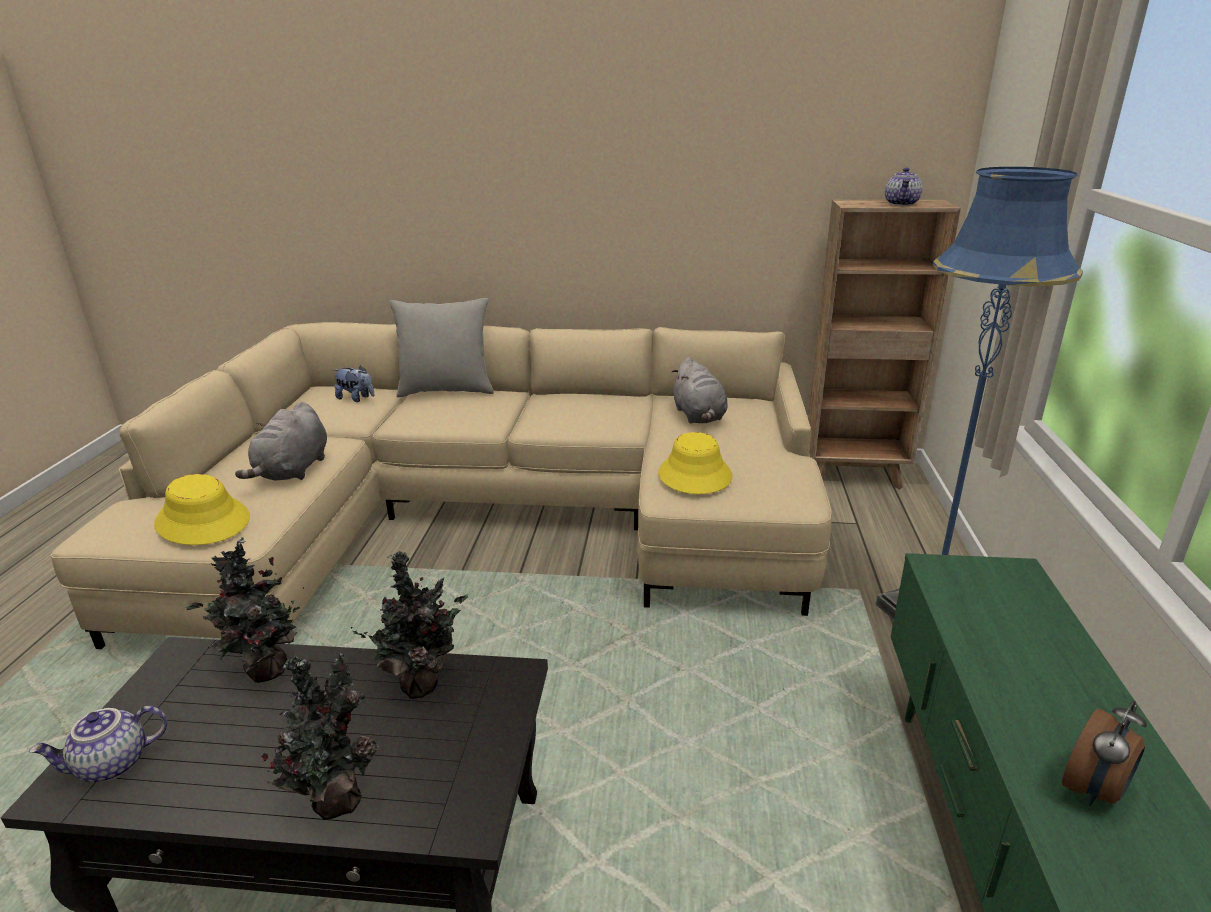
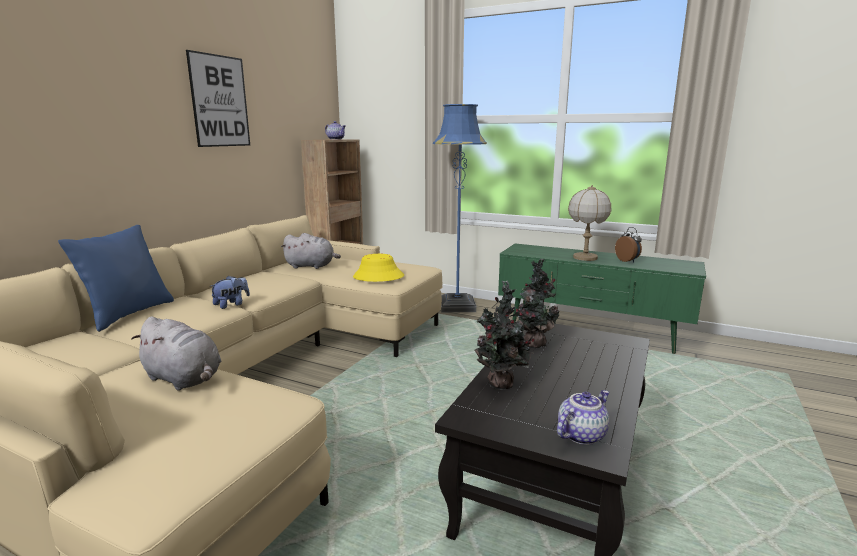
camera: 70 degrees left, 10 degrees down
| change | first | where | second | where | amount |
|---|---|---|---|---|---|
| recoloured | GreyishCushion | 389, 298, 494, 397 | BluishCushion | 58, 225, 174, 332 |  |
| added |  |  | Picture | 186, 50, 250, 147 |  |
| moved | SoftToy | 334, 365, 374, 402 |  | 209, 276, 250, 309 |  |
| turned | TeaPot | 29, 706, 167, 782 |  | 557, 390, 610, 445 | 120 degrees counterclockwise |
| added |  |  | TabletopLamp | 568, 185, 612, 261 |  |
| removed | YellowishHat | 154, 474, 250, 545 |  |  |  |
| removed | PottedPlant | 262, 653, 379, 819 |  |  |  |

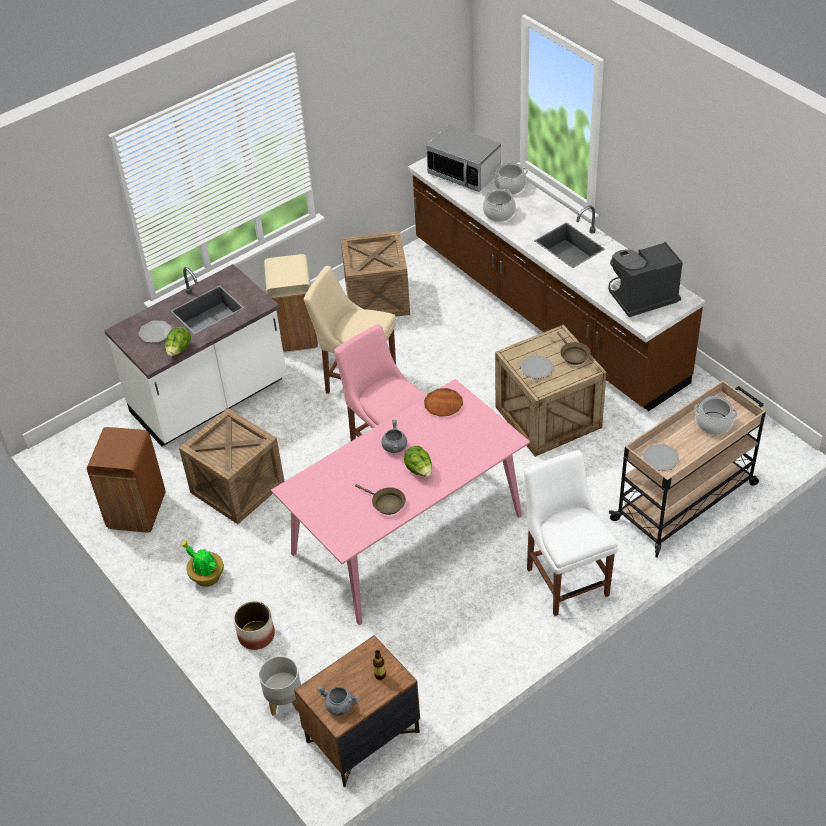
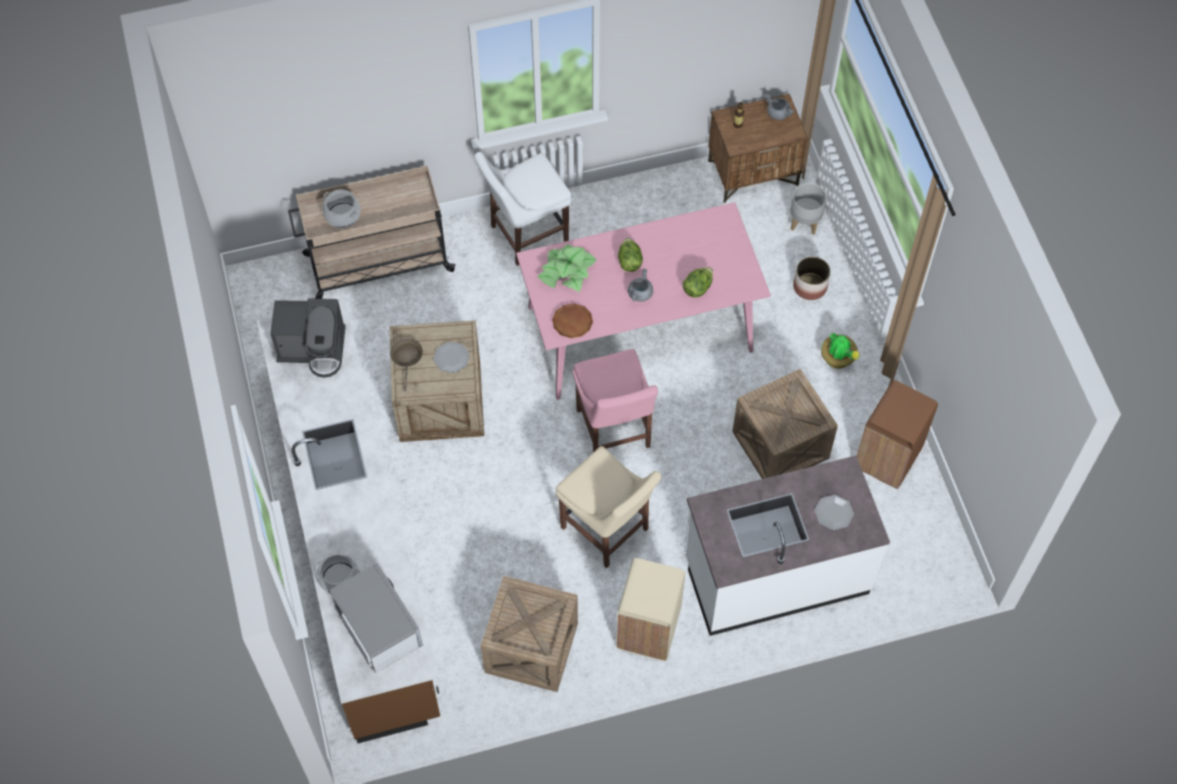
camera: 160 degrees left, 15 degrees up
| change | first | where | second | where | amount |
|---|---|---|---|---|---|
| turned | WhitishUprightChair | 524, 450, 618, 616 |  | 475, 152, 572, 266 | 60 degrees clockwise |
| added |  |  | PottedPlant | 537, 244, 596, 292 |  |
| moved | Lettuce | 165, 327, 191, 357 |  | 683, 267, 713, 298 |  |
| removed | BrownSkillet | 355, 484, 406, 515 |  |  |  |
| removed | Saucepot | 483, 189, 516, 222 |  |  |  |
| removed | DinnerPlate | 642, 444, 680, 471 |  |  |  |

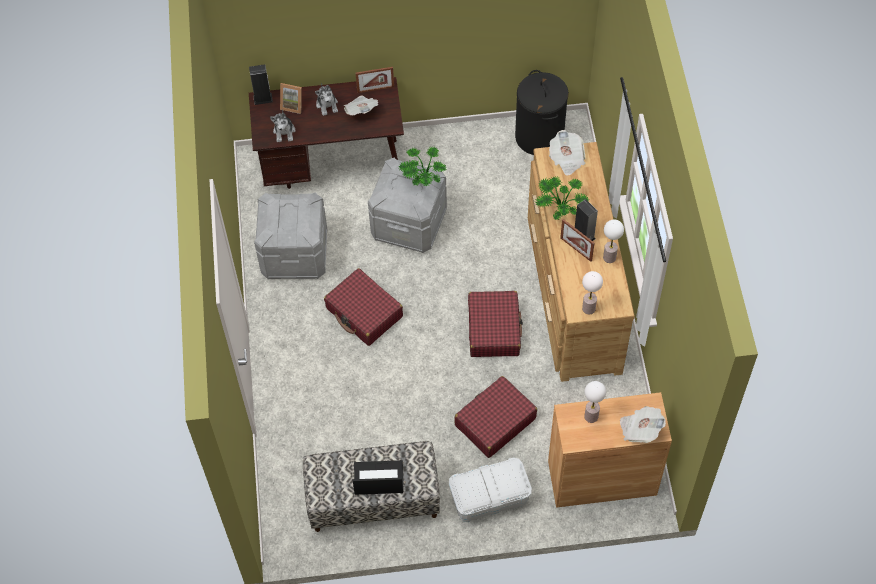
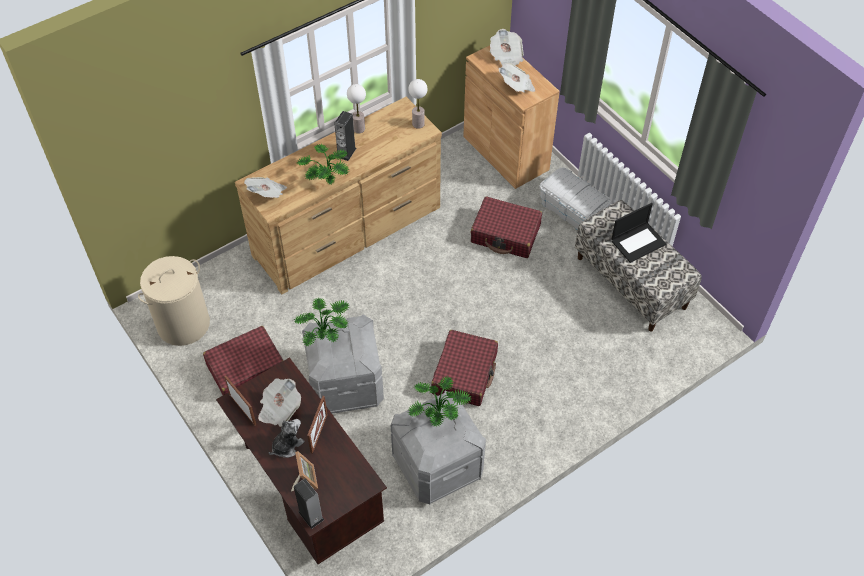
camera: 120 degrees left, 5 degrees down
| change | first | where | second | where | amount |
|---|---|---|---|---|---|
| recoloured | BlackHamper | 515, 70, 569, 155 | BeigeColouredHamper | 138, 256, 210, 346 |  |
| moved | RedColouredTravelCase | 468, 291, 523, 357 |  | 203, 326, 283, 395 |  |
| moved | PhotoFrame | 560, 219, 594, 262 |  | 307, 396, 328, 454 |  |
| added |  |  | PottedPlant | 408, 376, 471, 427 |  |
| replaced | TabletopLamp | 584, 381, 606, 423 | DailyPaper | 499, 63, 536, 93 |  |
| turned | NotebookComputer | 353, 460, 404, 495 |  | 611, 203, 666, 263 | 90 degrees counterclockwise |
| removed | SoftToy | 270, 109, 296, 142 |  |  |  |

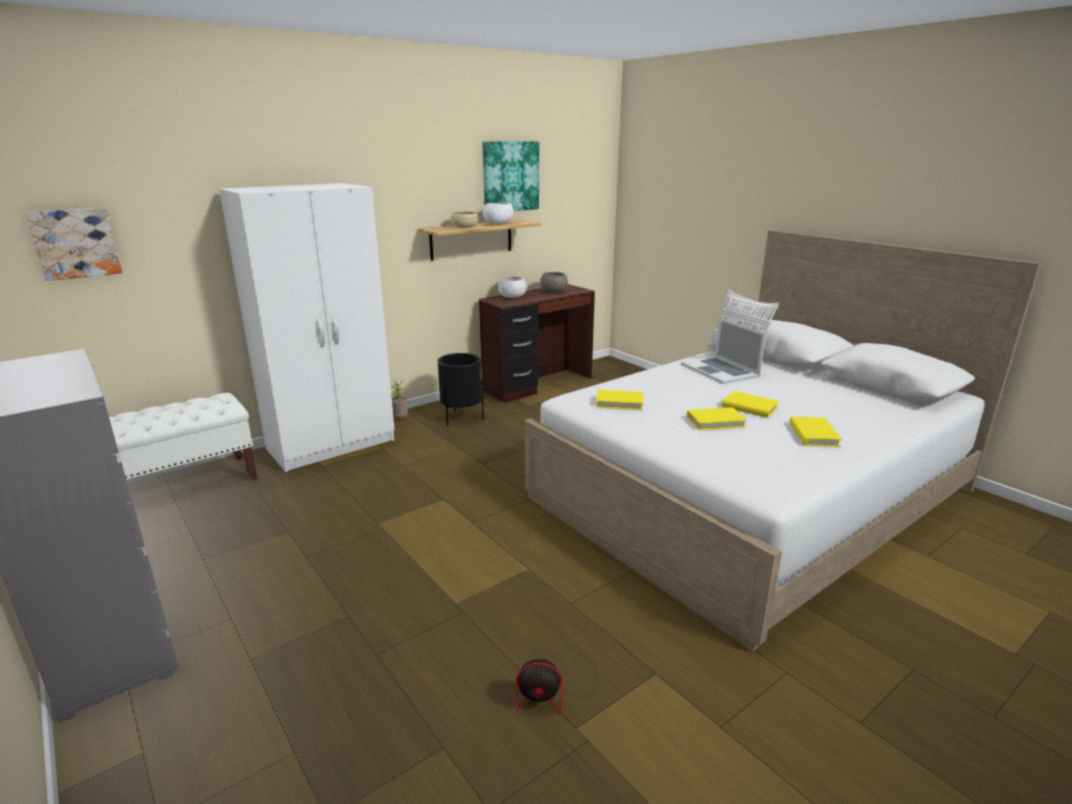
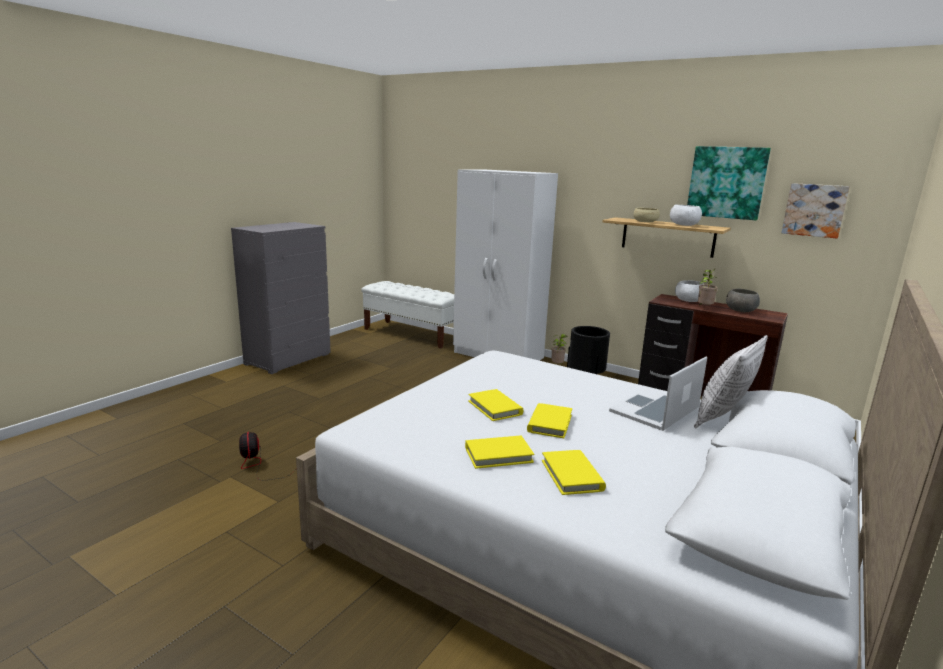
camera: 70 degrees right, 5 degrees down
| change | first | where | second | where | amount |
|---|---|---|---|---|---|
| moved | YellowishVolume | 596, 390, 643, 410 |  | 542, 450, 606, 495 |  |
| added |  |  | PottedPlant | 698, 268, 718, 305 |  |
| moved | Picture | 26, 208, 122, 281 |  | 781, 183, 850, 238 |  |

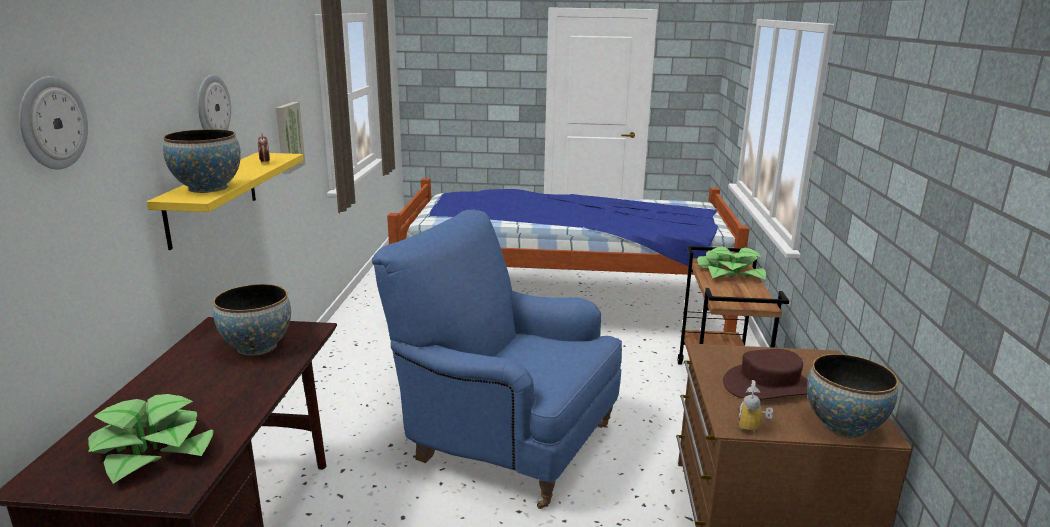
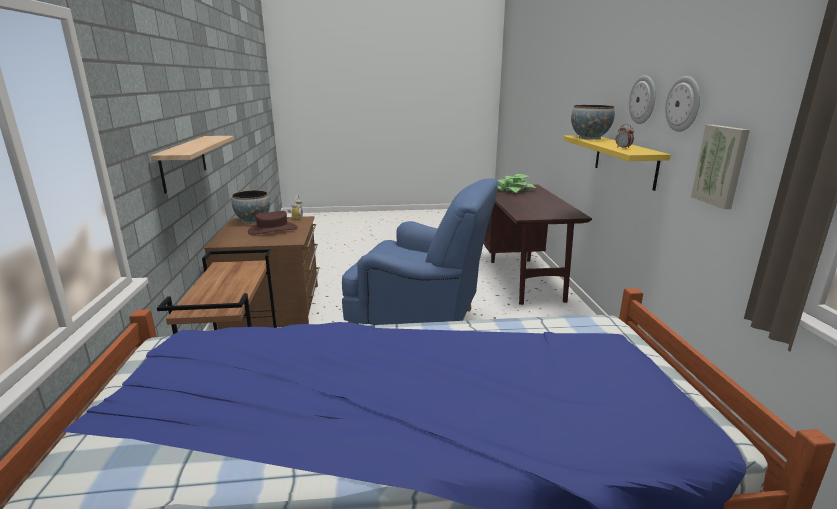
camera: 170 degrees right, 0 degrees up
| change | first | where | second | where | amount |
|---|---|---|---|---|---|
| added |  |  | Shelf | 151, 136, 234, 193 |  |
| moved | HangingClock | 19, 76, 88, 170 |  | 665, 76, 700, 132 |  |
| removed | DeepDish | 213, 284, 291, 356 |  |  |  |
| removed | PottedPlant | 697, 247, 766, 279 |  |  |  |

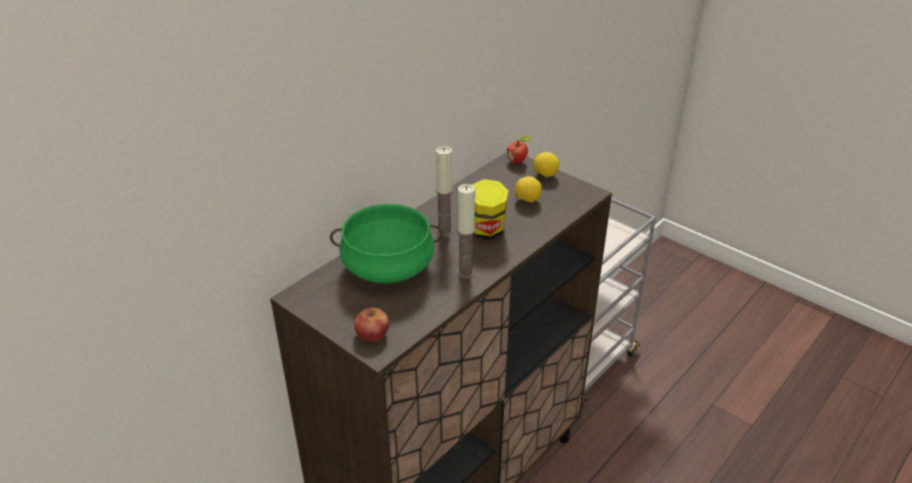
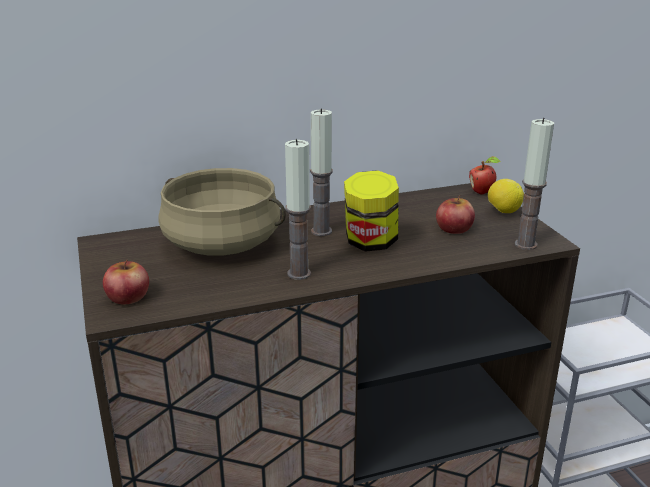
camera: 30 degrees right, 10 degrees down
| change | first | where | second | where | amount |
|---|---|---|---|---|---|
| recoloured | GreenColouredSaucepot | 330, 204, 443, 283 | BeigeColouredSaucepot | 158, 168, 286, 256 |  |
| replaced | CitrusFruit | 515, 176, 542, 202 | AppleFruit | 436, 195, 475, 234 |  |
| added |  |  | WaxCandle | 515, 118, 554, 250 |  |

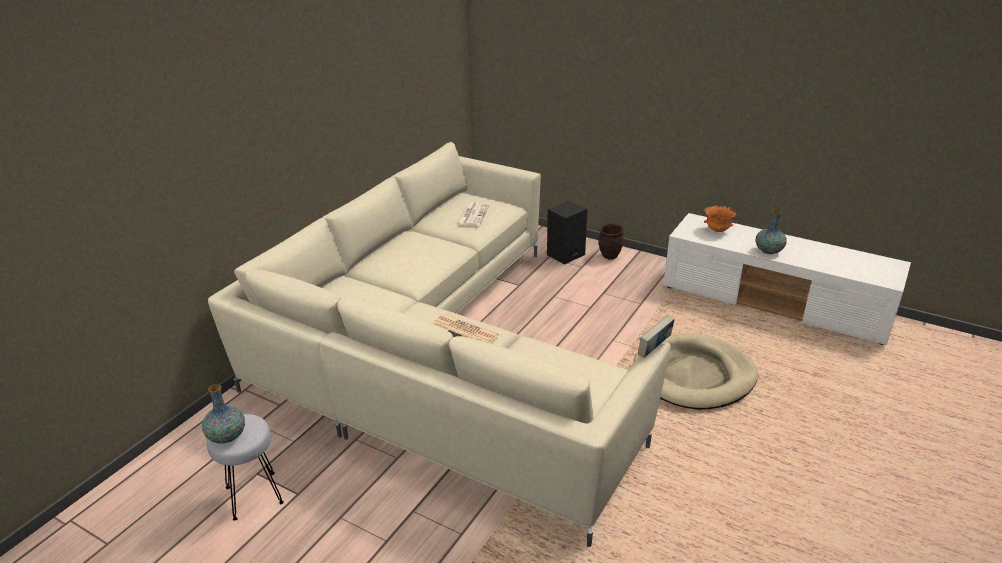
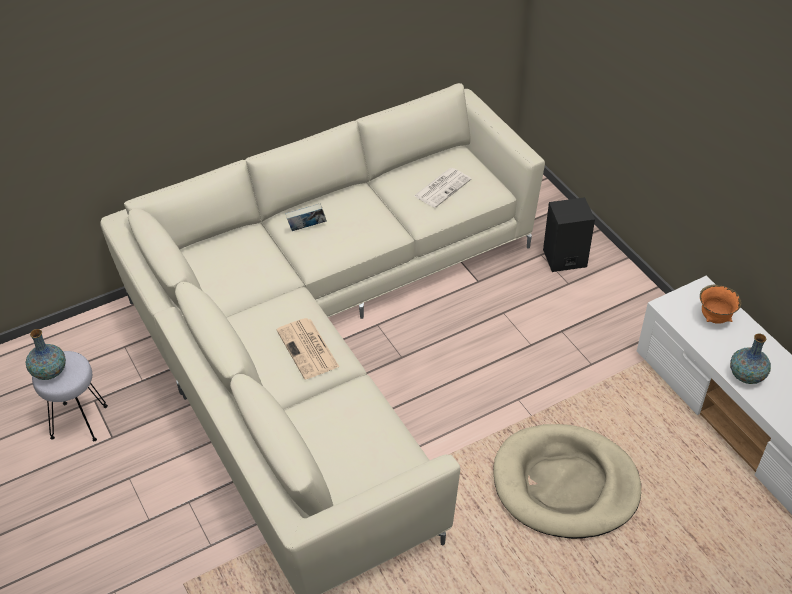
camera: 30 degrees right, 15 degrees up
| change | first | where | second | where | amount |
|---|---|---|---|---|---|
| moved | Volume | 638, 315, 675, 358 |  | 286, 204, 327, 231 |  |
| removed | BrownPlanter | 599, 223, 624, 260 |  |  |  |

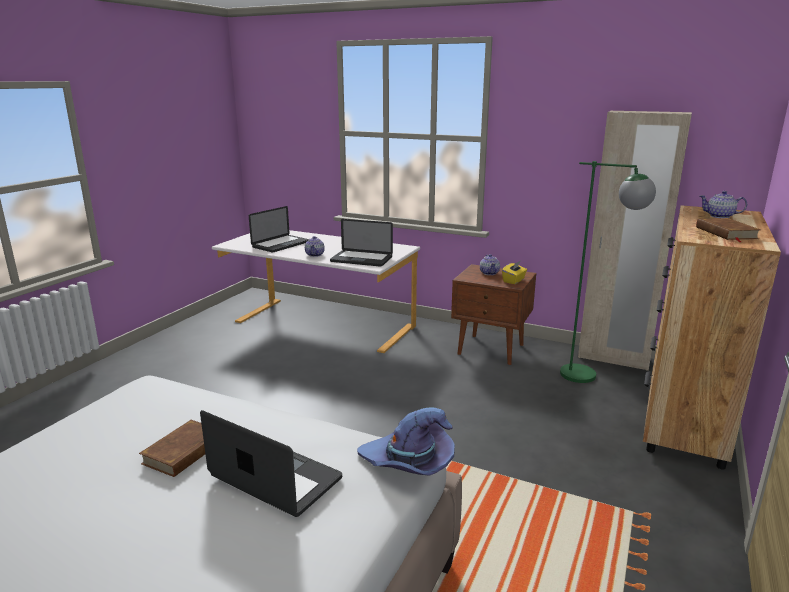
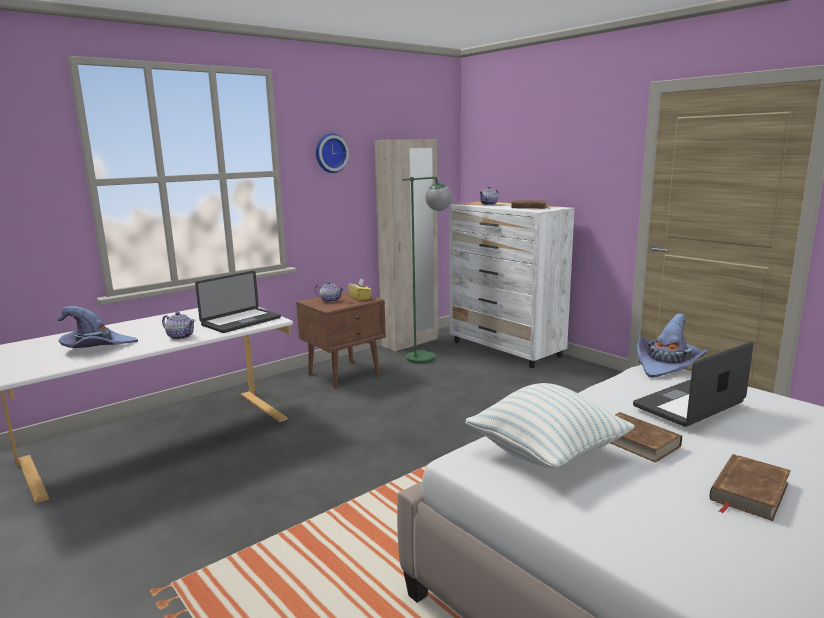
camera: 65 degrees left, 5 degrees down
| change | first | where | second | where | amount |
|---|---|---|---|---|---|
| replaced | NotebookComputer | 249, 206, 308, 253 | PurpleColouredHat | 57, 306, 138, 348 |  |
| added |  |  | HangingClock | 316, 133, 349, 173 |  |
| recoloured | BrownChestOfDrawers | 643, 205, 781, 470 | WhitishChestOfDrawers | 449, 201, 574, 368 |  |
| added |  |  | Cushion | 465, 383, 635, 468 |  |
| added |  |  | BrownVolume | 710, 454, 791, 521 |  |

